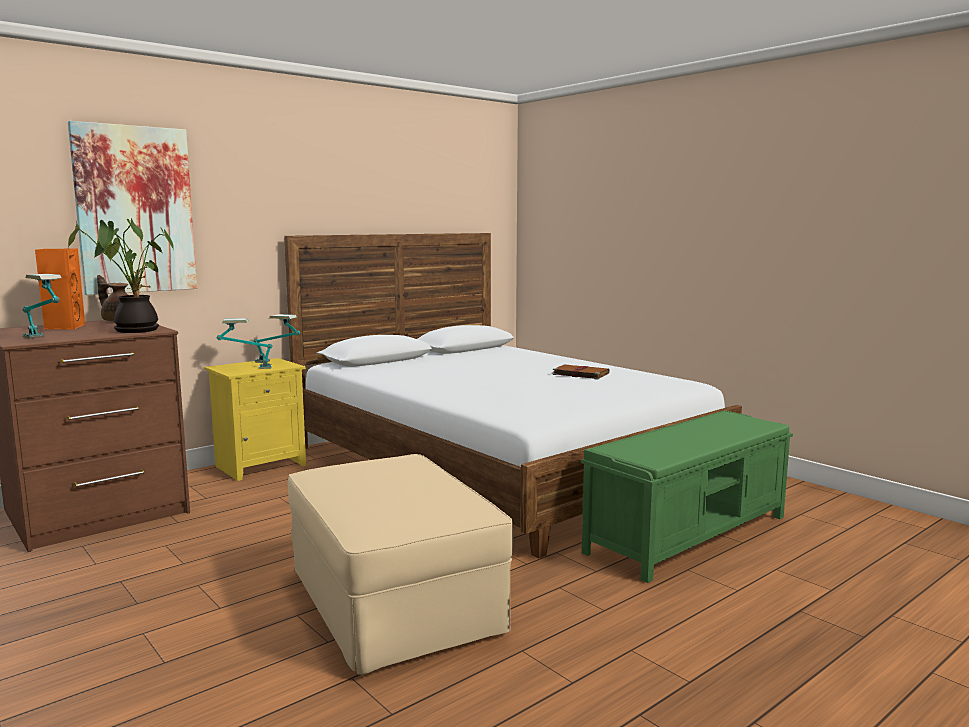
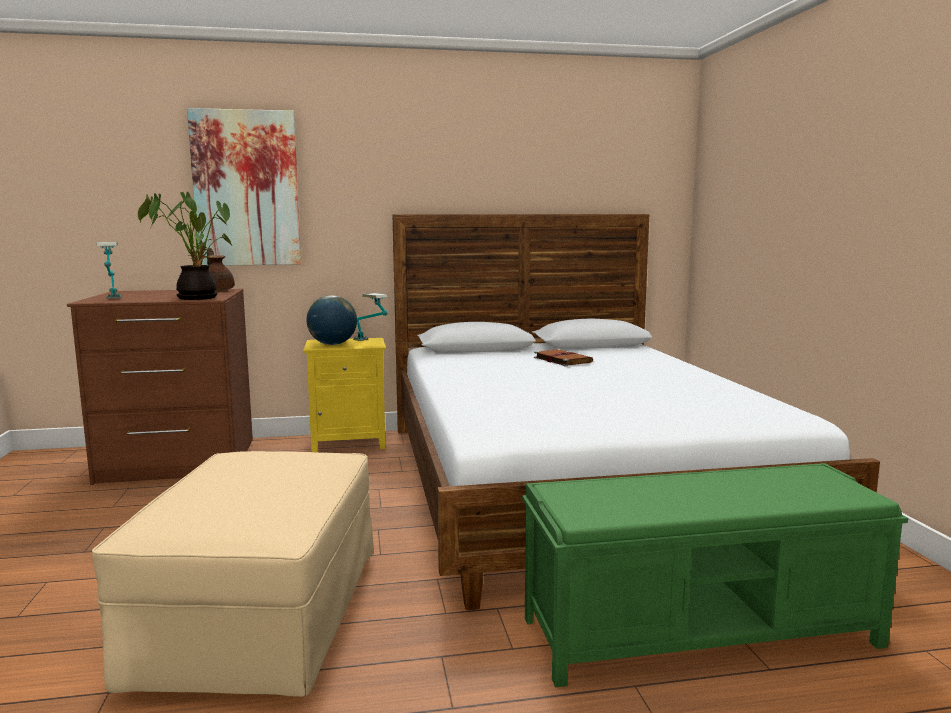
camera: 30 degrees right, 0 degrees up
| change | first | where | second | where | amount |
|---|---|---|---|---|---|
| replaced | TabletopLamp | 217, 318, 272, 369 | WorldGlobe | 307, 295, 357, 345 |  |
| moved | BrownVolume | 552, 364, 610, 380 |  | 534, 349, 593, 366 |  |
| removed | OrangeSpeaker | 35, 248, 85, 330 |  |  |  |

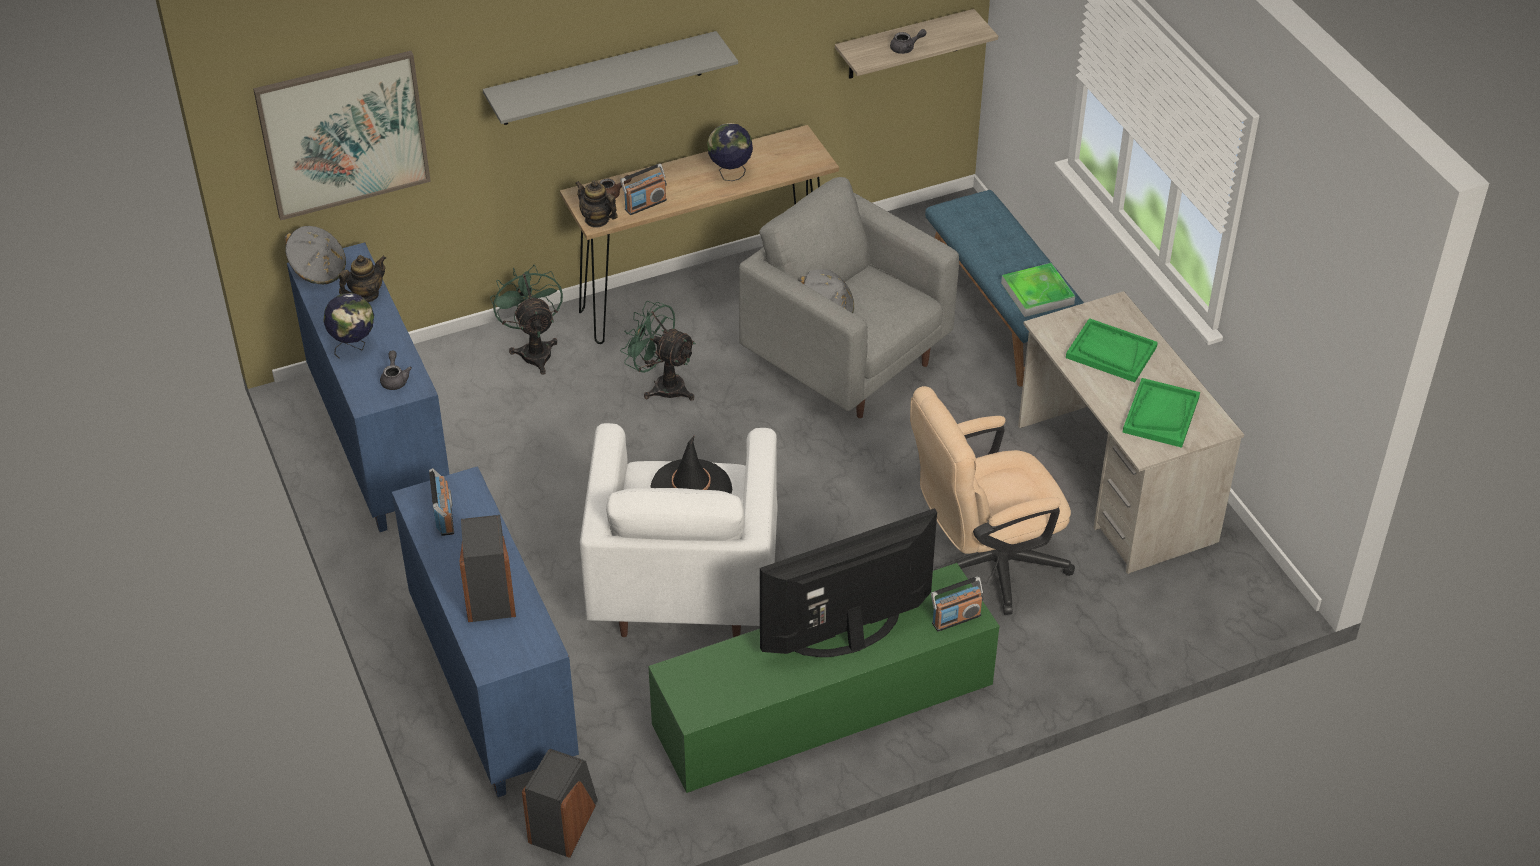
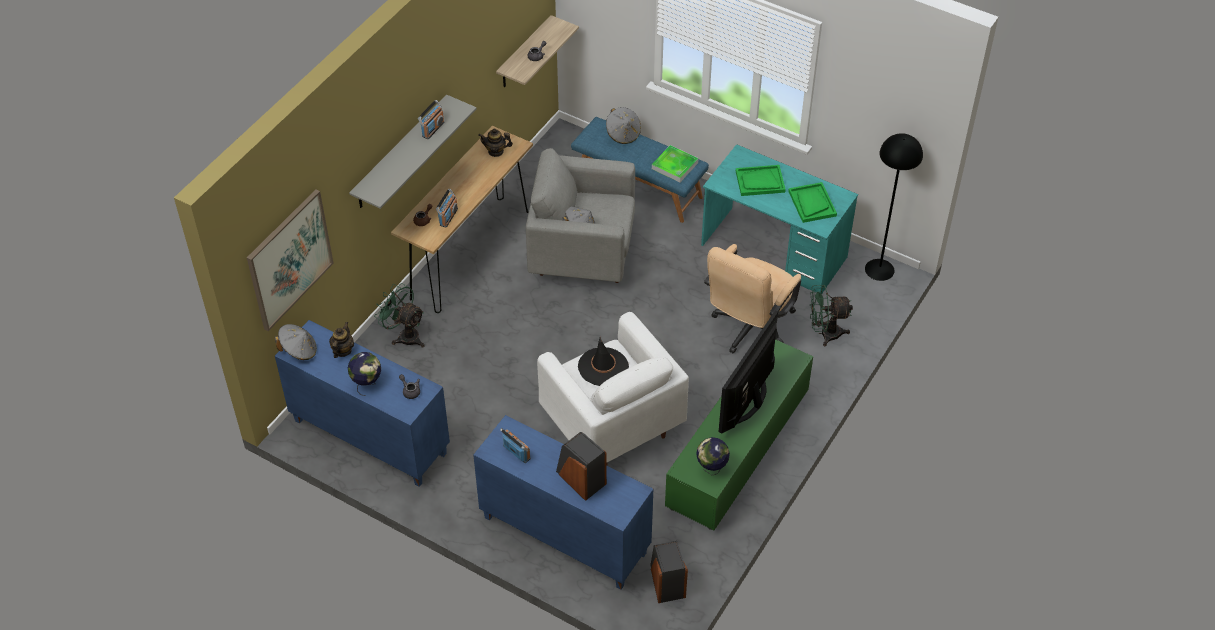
camera: 35 degrees left, 5 degrees up
| change | first | where | second | where | amount |
|---|---|---|---|---|---|
| moved | RadioSet | 931, 576, 983, 632 |  | 418, 100, 444, 139 |  |
| moved | TeaPot | 575, 180, 618, 228 |  | 478, 129, 513, 157 |  |
| added |  |  | GreyishHat | 606, 107, 641, 144 |  |
| moved | WorldGlobe | 707, 123, 753, 181 |  | 696, 437, 730, 475 |  |
| recoloured | BeigeColouredDeskUnit | 1018, 291, 1244, 574 | TurquoiseDeskUnit | 701, 144, 858, 294 |  |
| moved | GreenColouredElectricFan | 620, 301, 696, 401 |  | 810, 285, 853, 346 |  |
| added |  |  | BlackStandardLamp | 865, 133, 923, 281 |  |

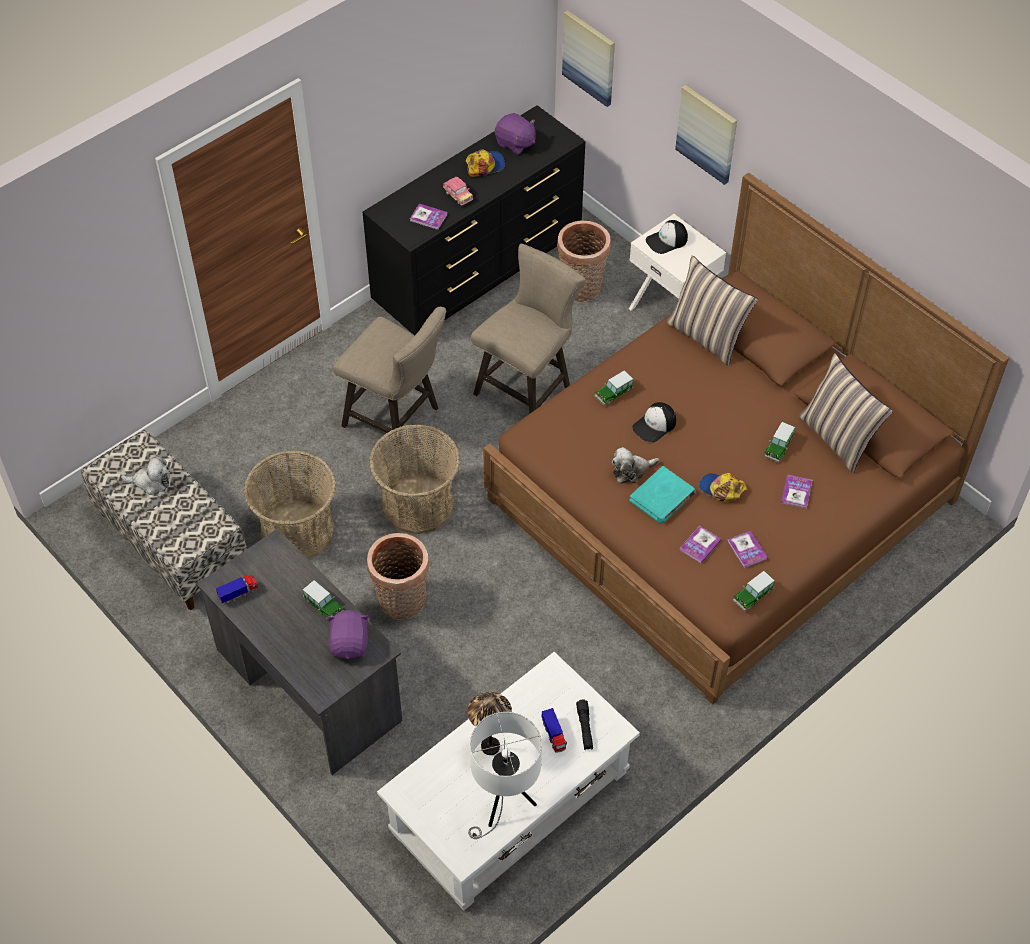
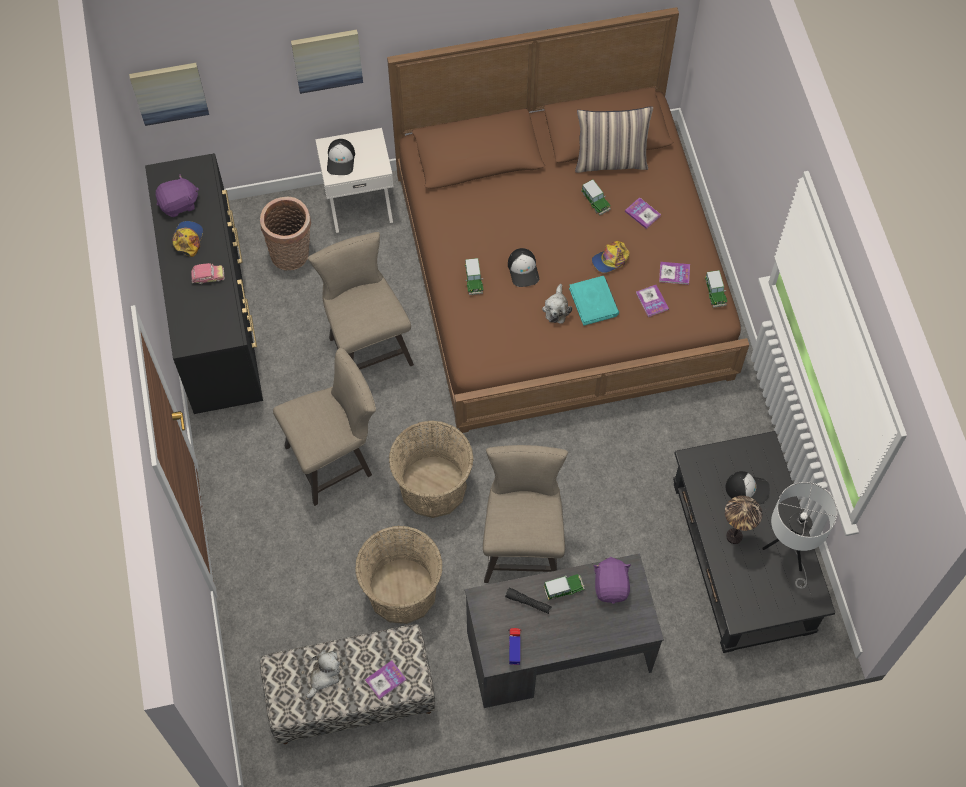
camera: 60 degrees left, 10 degrees up
| change | first | where | second | where | amount |
|---|---|---|---|---|---|
| moved | Volume | 410, 204, 448, 230 |  | 365, 660, 406, 700 |  |
| replaced | HouseholdBasket | 367, 533, 429, 620 | BeigeColouredStool | 483, 445, 568, 583 |  |
| moved | BlackHandTorch | 576, 700, 593, 750 |  | 505, 587, 552, 614 |  |
| turned | PurpleColouredSoftToy | 327, 610, 369, 659 |  | 593, 556, 631, 604 | 60 degrees clockwise |
| recoloured | WhitishLoungeTable | 377, 652, 640, 911 | BlackLoungeTable | 673, 431, 836, 653 |  |
| replaced | ToyLorry | 542, 708, 567, 753 | BaseballCap | 726, 471, 770, 504 |  |
| removed | Cushion | 667, 255, 758, 366 |  |  |  |

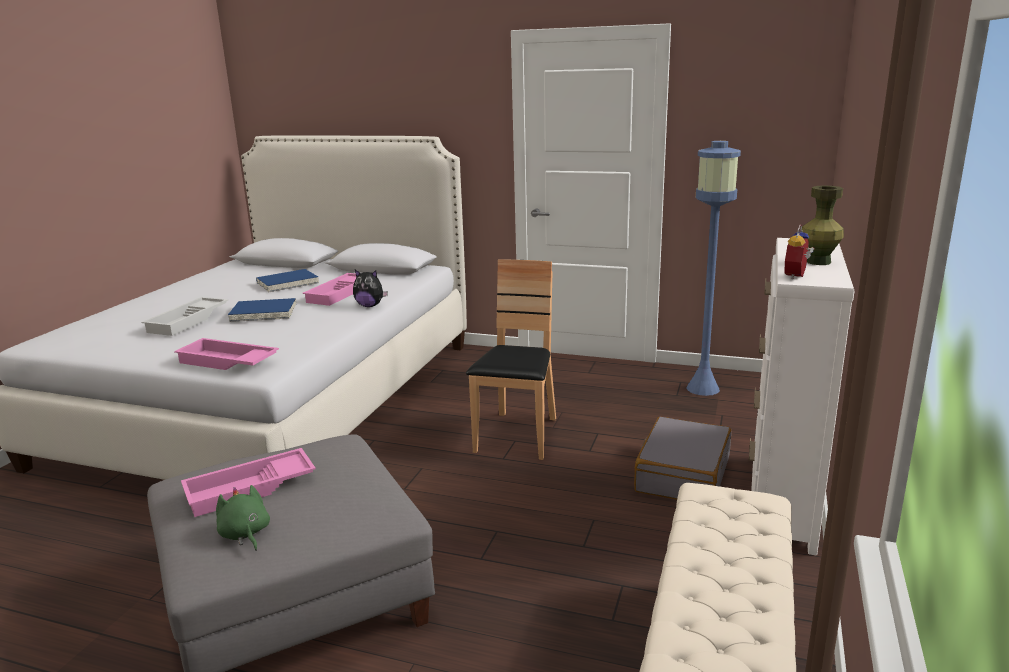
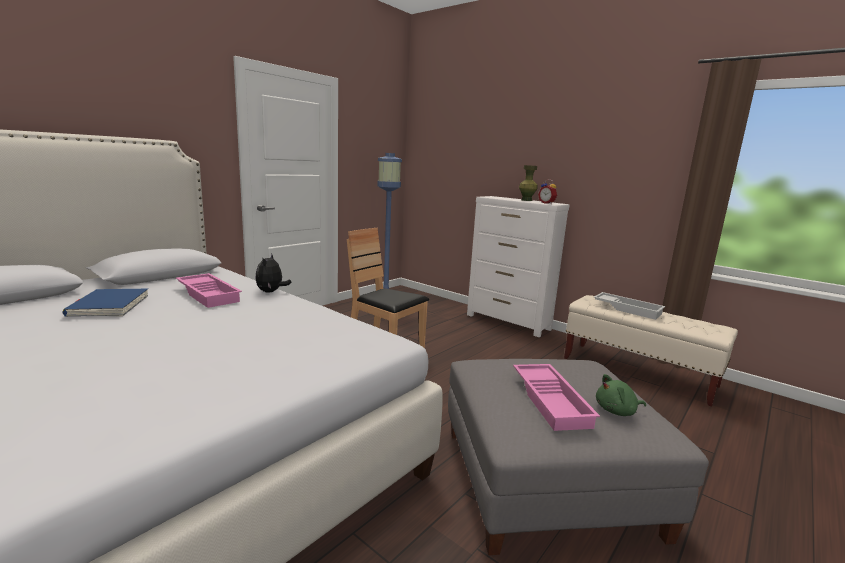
camera: 70 degrees left, 5 degrees down
| change | first | where | second | where | amount |
|---|---|---|---|---|---|
| turned | SoftToy | 353, 270, 388, 307 |  | 255, 254, 292, 293 | 150 degrees clockwise |
| moved | WhitishServingTray | 142, 297, 228, 336 |  | 594, 292, 665, 320 |  |
| removed | PinkServingTray | 174, 338, 279, 370 |  |  |  |
| removed | BluishVolume | 228, 298, 296, 322 |  |  |  |
| removed | GreyishTravelCase | 634, 417, 731, 500 |  |  |  |

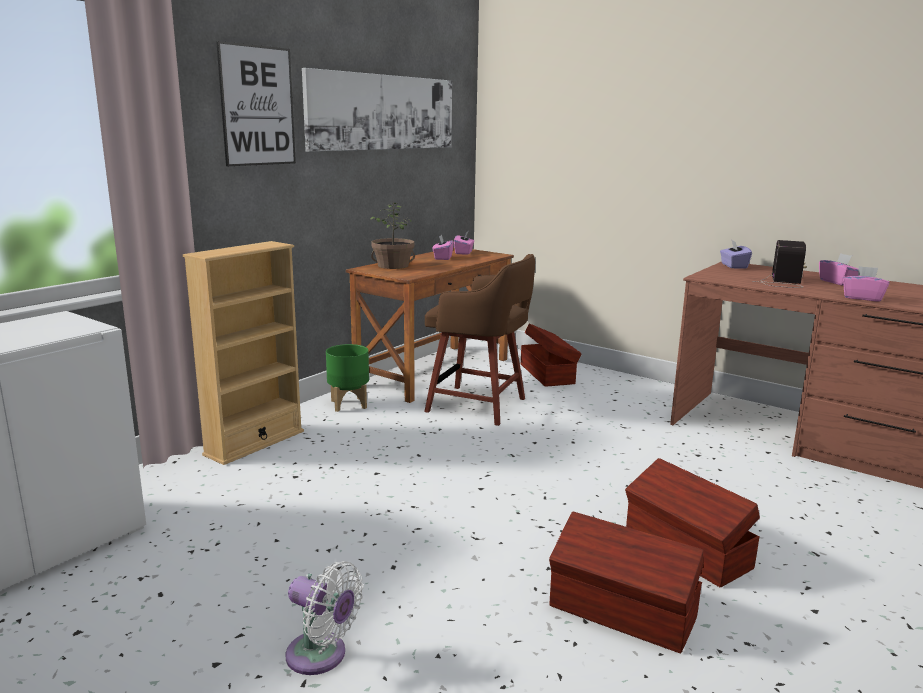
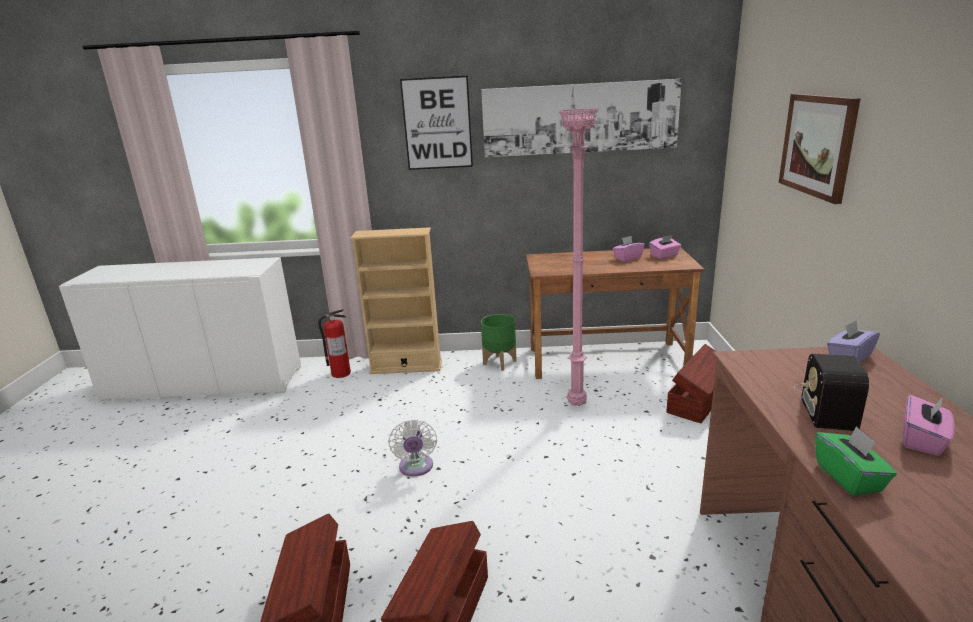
camera: 55 degrees right, 5 degrees up
| change | first | where | second | where | amount |
|---|---|---|---|---|---|
| added |  |  | FireExtinguisher | 318, 309, 351, 378 |  |
| moved | WhitishElectricFan | 286, 561, 363, 675 |  | 388, 419, 437, 477 |  |
| replaced | BrownStool | 424, 254, 535, 426 | PinkStandardLamp | 559, 108, 599, 406 |  |
| added |  |  | Picture | 779, 94, 861, 204 |  |
| turned | RadioSet | 754, 240, 807, 288 |  | 794, 354, 871, 431 | 120 degrees clockwise |
| recoloured | PinkTissueBox | 843, 266, 889, 302 | GreenColouredTissueBox | 815, 426, 897, 496 |  |
| removed | PottedPlant | 371, 202, 415, 269 |  |  |  |

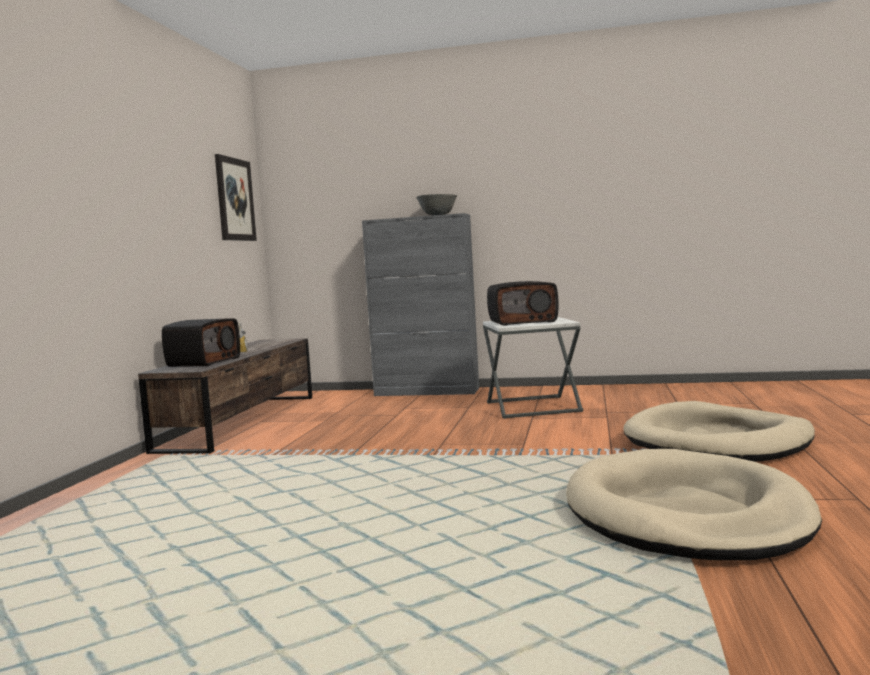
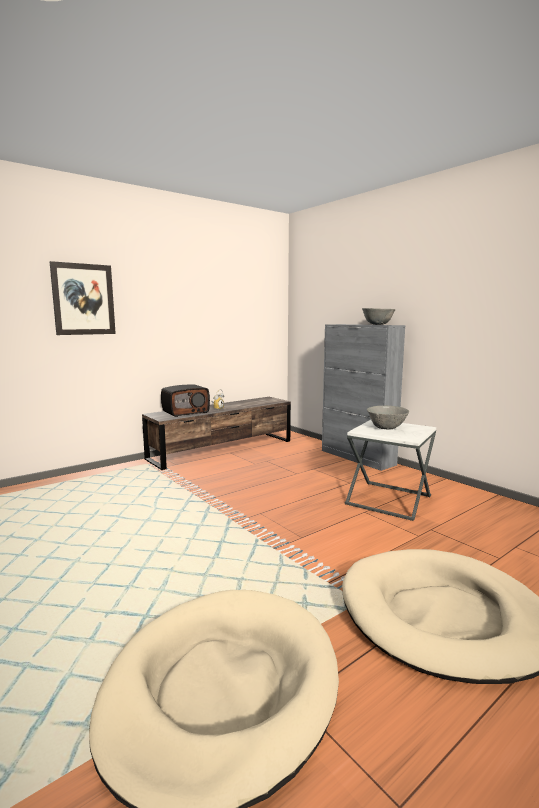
camera: 40 degrees right, 5 degrees up
| change | first | where | second | where | amount |
|---|---|---|---|---|---|
| moved | Picture | 215, 154, 257, 241 |  | 50, 261, 116, 335 |  |
| replaced | RadioSet | 487, 281, 558, 326 | GreyishDeepDish | 367, 406, 409, 430 |  |

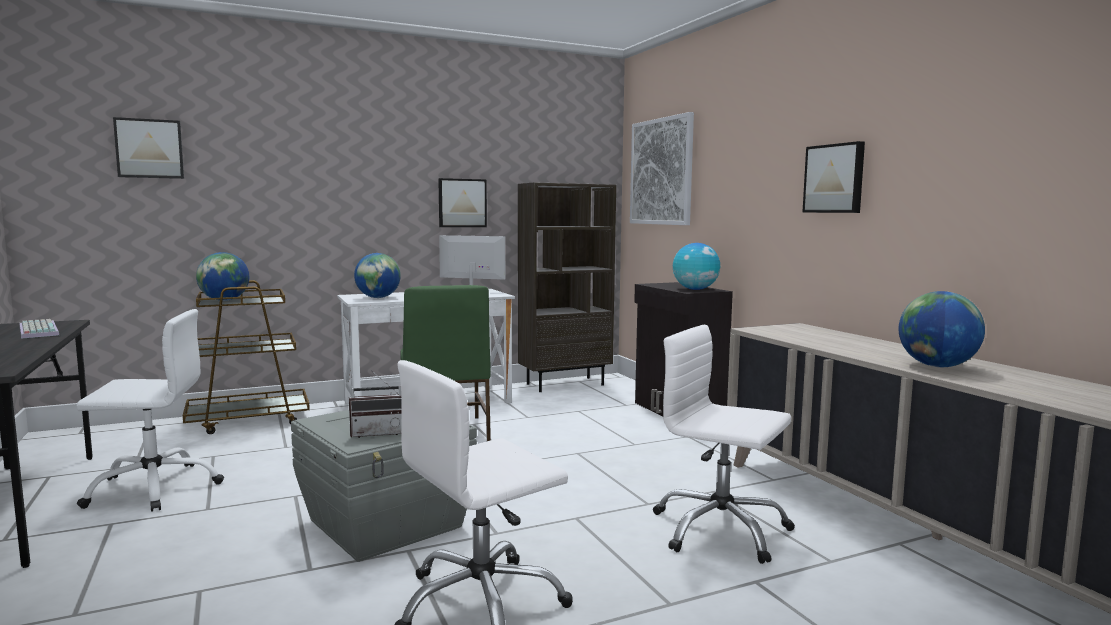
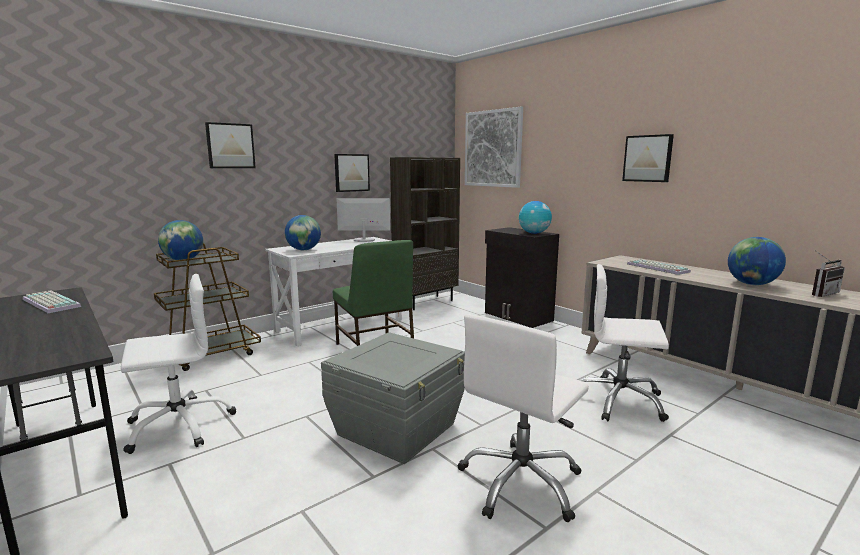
camera: 15 degrees left, 5 degrees up
| change | first | where | second | where | amount |
|---|---|---|---|---|---|
| moved | Picture | 113, 117, 184, 179 |  | 205, 122, 256, 168 |  |
| added |  |  | PcKeyboard | 627, 259, 691, 275 |  |
| moved | RadioSet | 349, 370, 402, 438 |  | 812, 251, 845, 297 |  |

